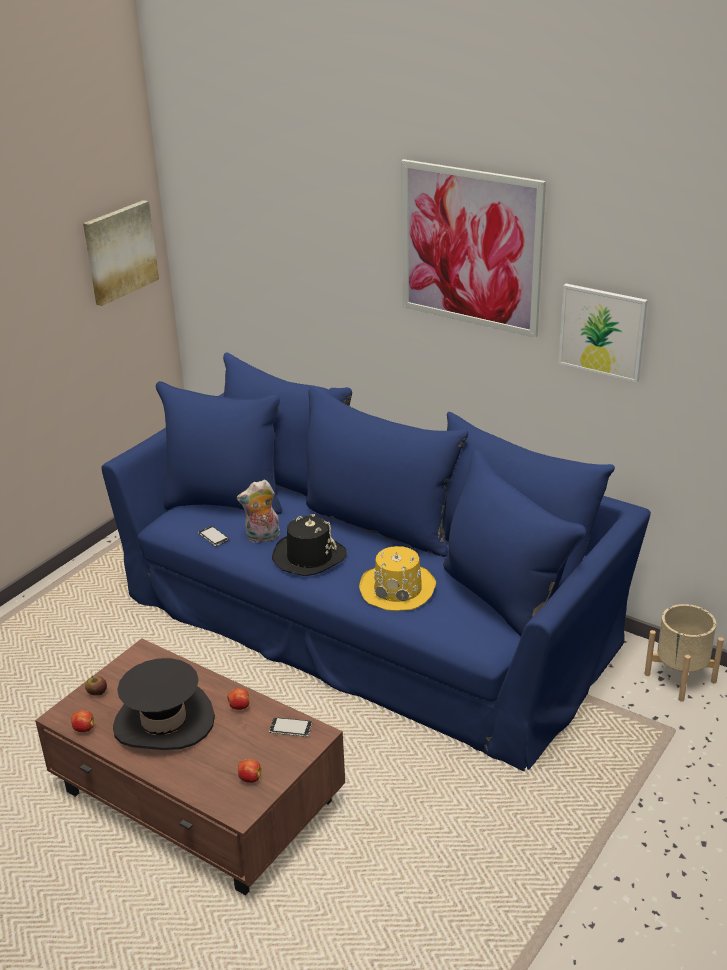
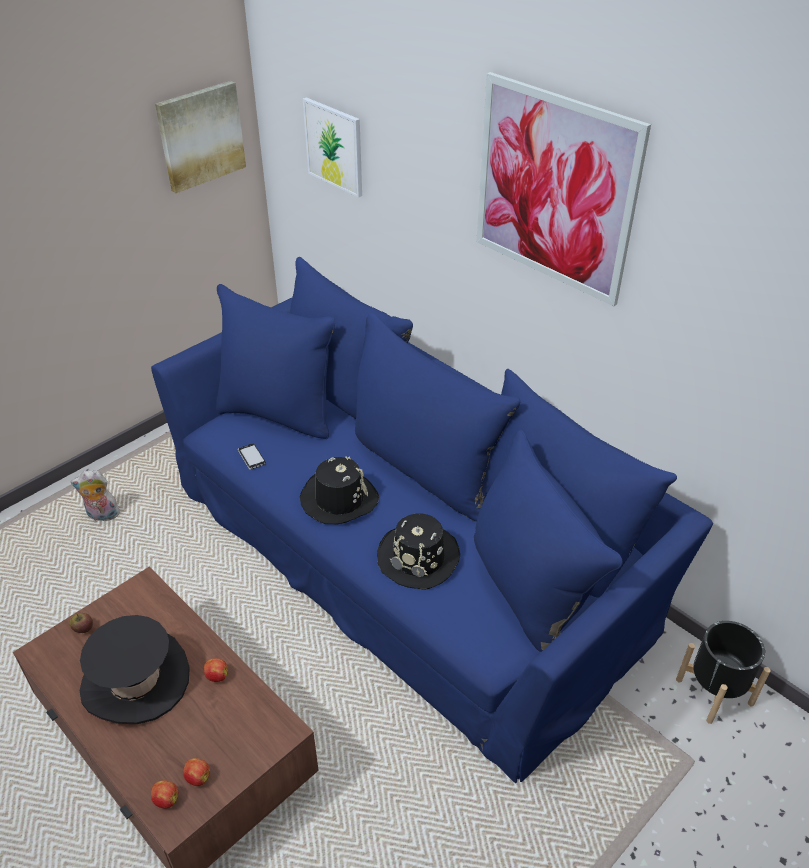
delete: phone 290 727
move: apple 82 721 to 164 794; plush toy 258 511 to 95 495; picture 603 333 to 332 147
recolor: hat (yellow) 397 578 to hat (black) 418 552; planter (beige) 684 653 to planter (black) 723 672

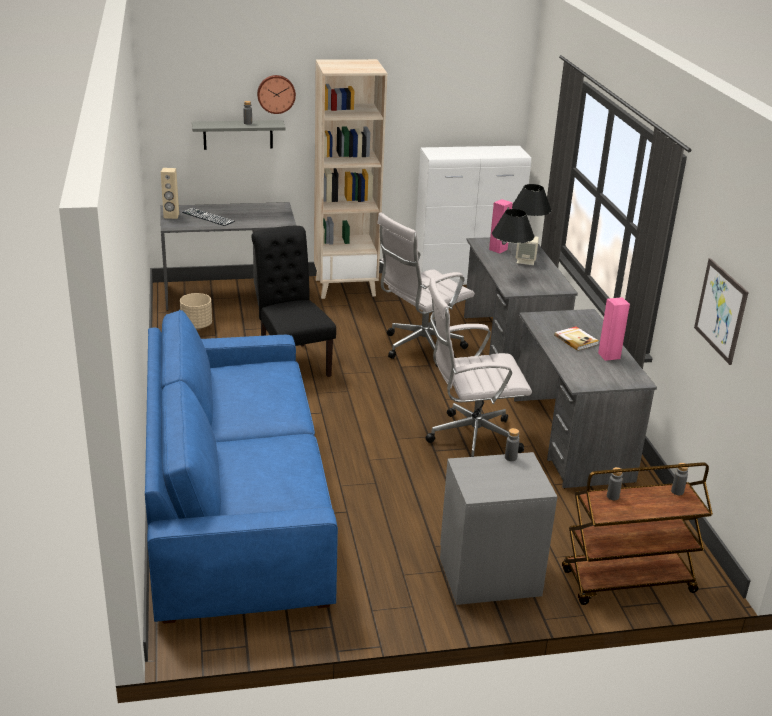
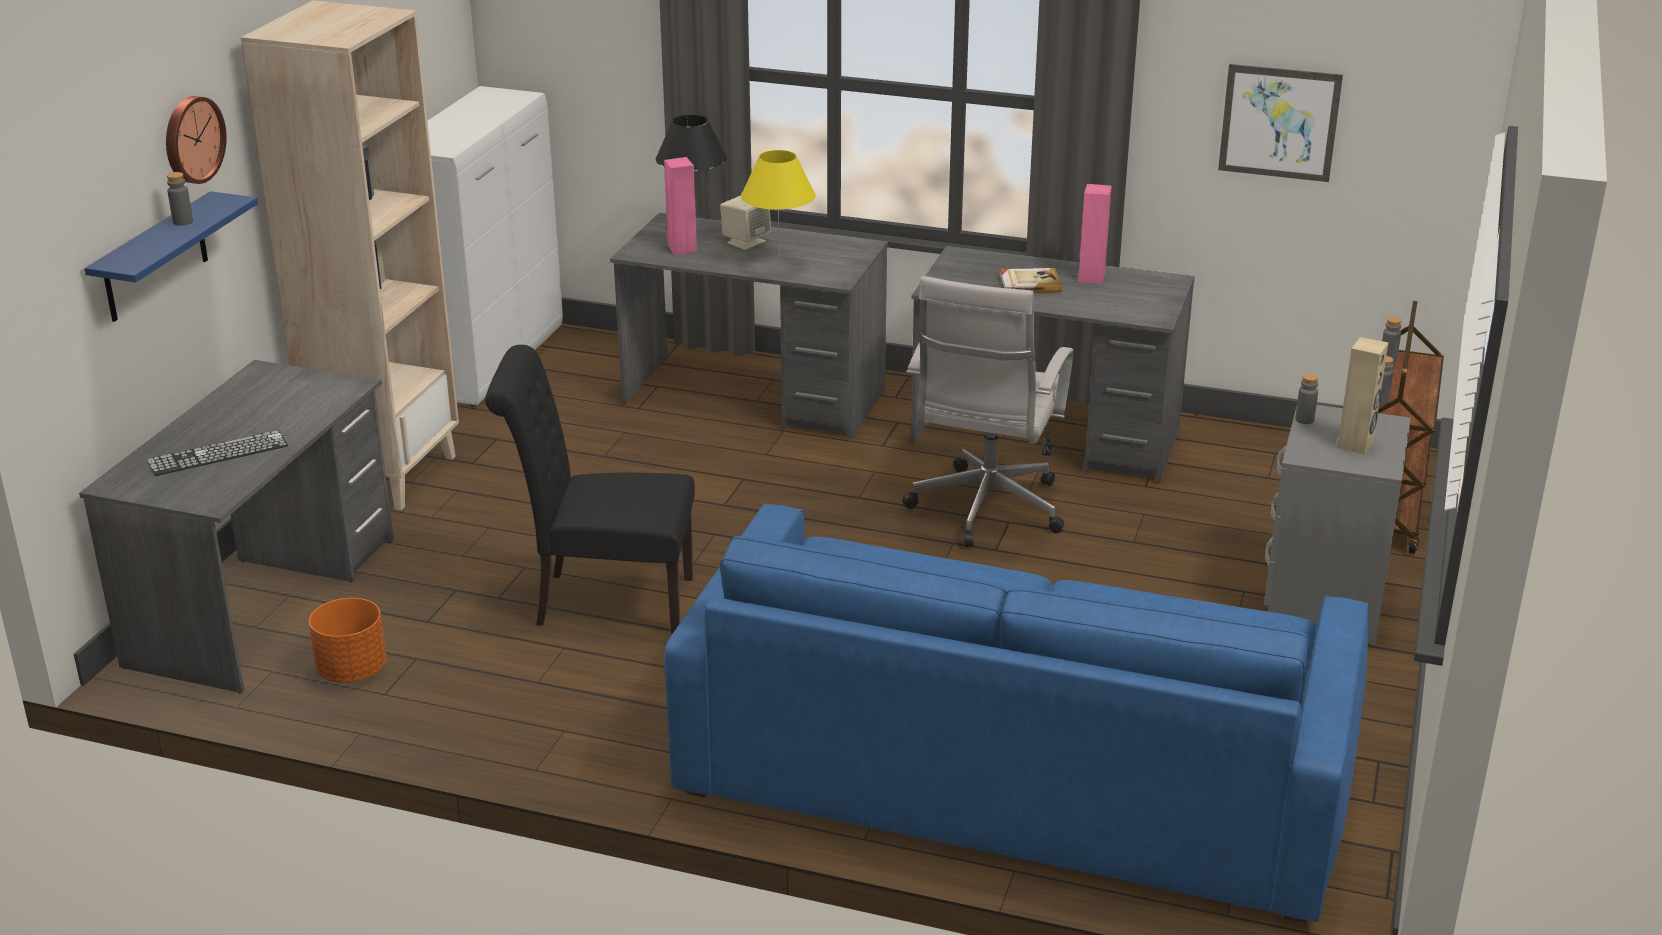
delete: office chair (white) 426 289
move: speaker (beige) 170 193 to 1362 395
recolor: planter (beige) 196 311 to planter (orange) 348 640; shelf (grey) 239 135 to shelf (blue) 171 256; table lamp (black) 513 240 to table lamp (yellow) 778 208

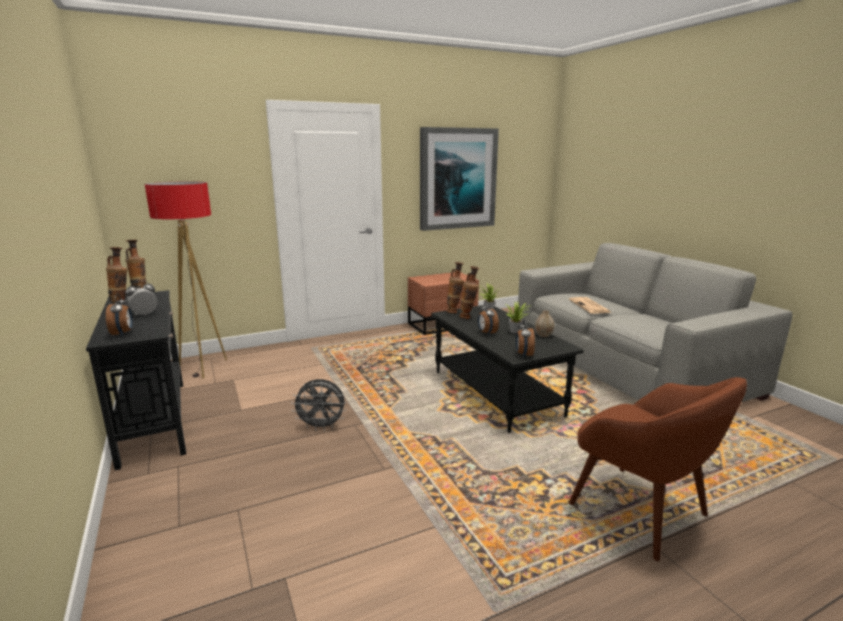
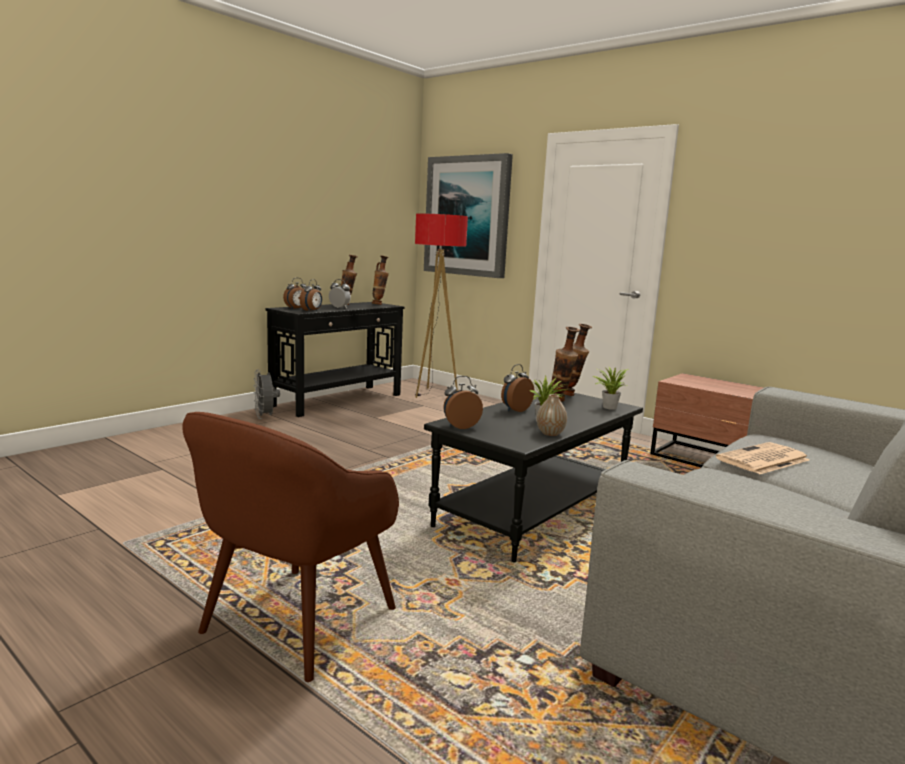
insert: alarm clock 311 295
move: fan (grey) 318 405 to 266 394; picture 459 179 to 468 215

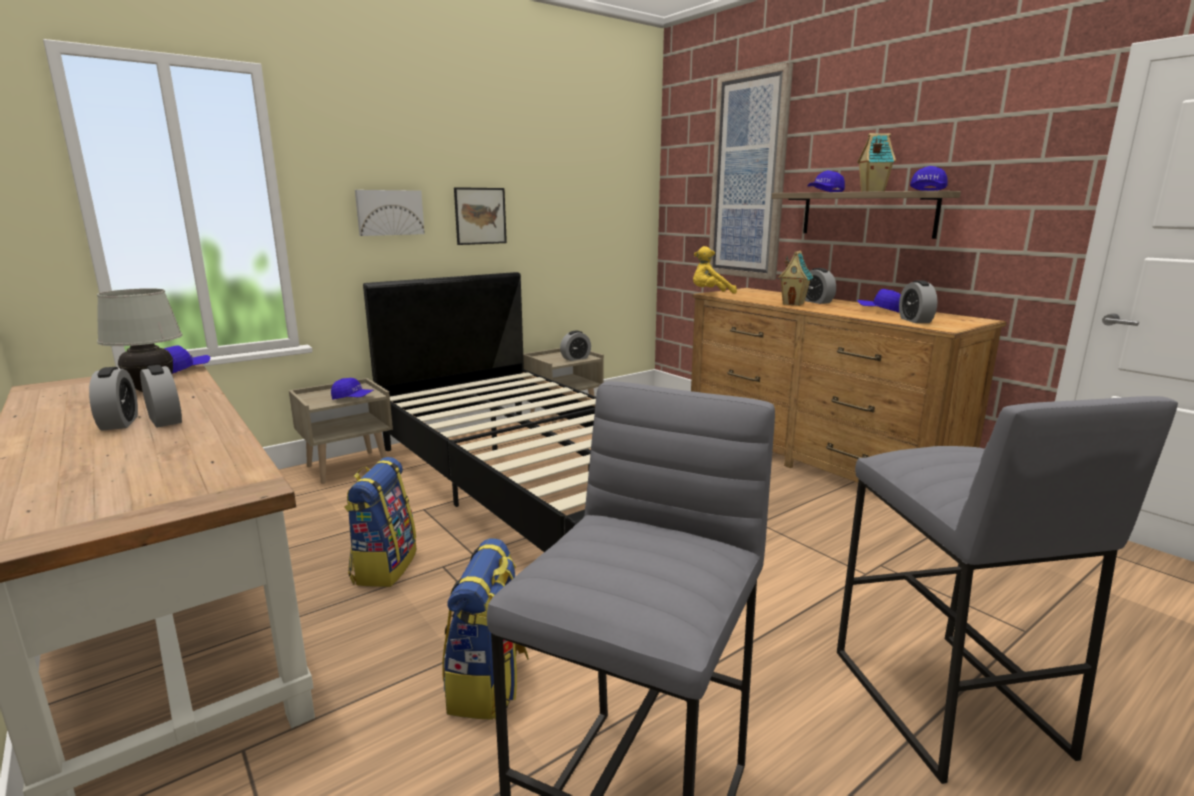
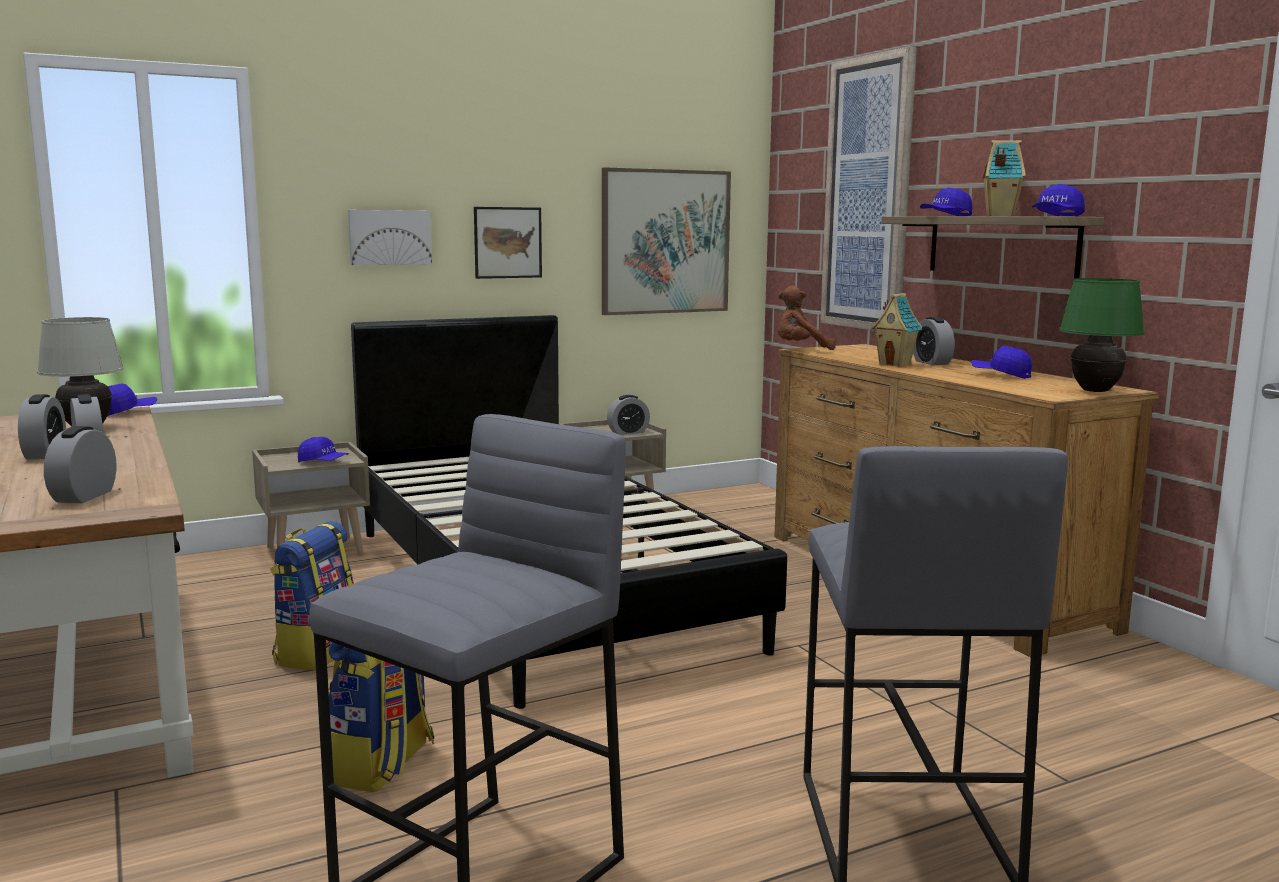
insert: picture 666 241; table lamp (green) 1101 335
move: alarm clock 918 301 to 80 464
recolor: plush toy (yellow) 715 270 to plush toy (brown) 806 318

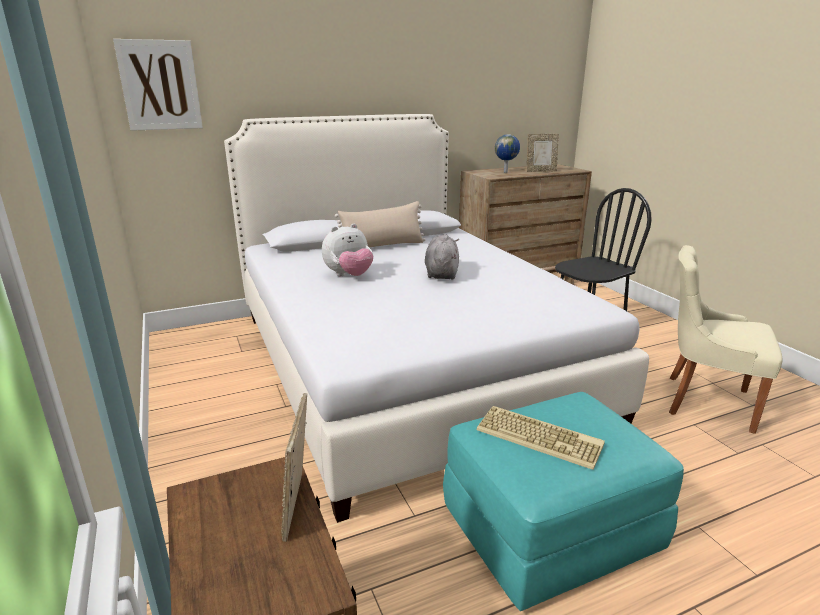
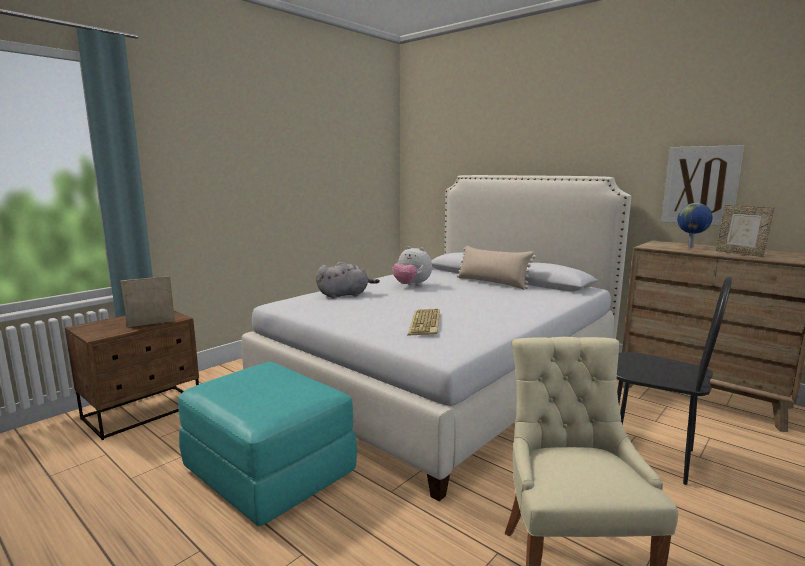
move: picture 158 85 to 702 185; plush toy (grey) 442 256 to 348 280; keyboard 541 438 to 423 322

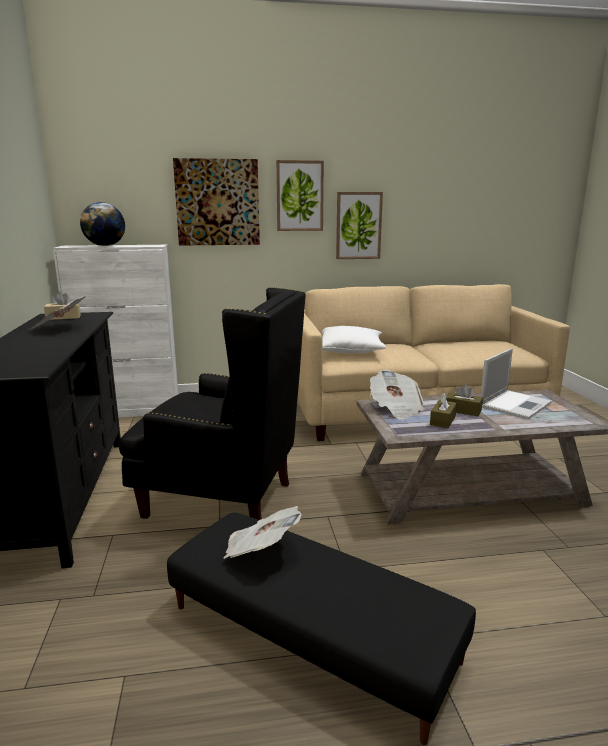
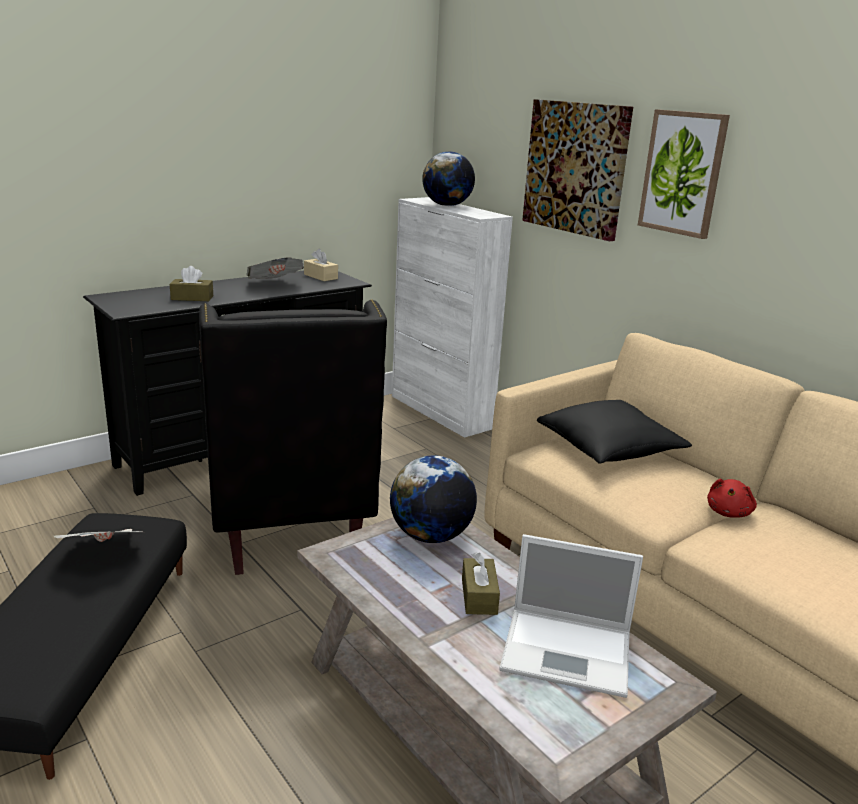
delete: picture 359 225
insert: plush toy (red) 732 498
move: tissue box (brown) 443 410 to 191 283
replace: newspaper 397 395 to globe 433 499
recolor: pillow (white) 354 339 to pillow (black) 614 431

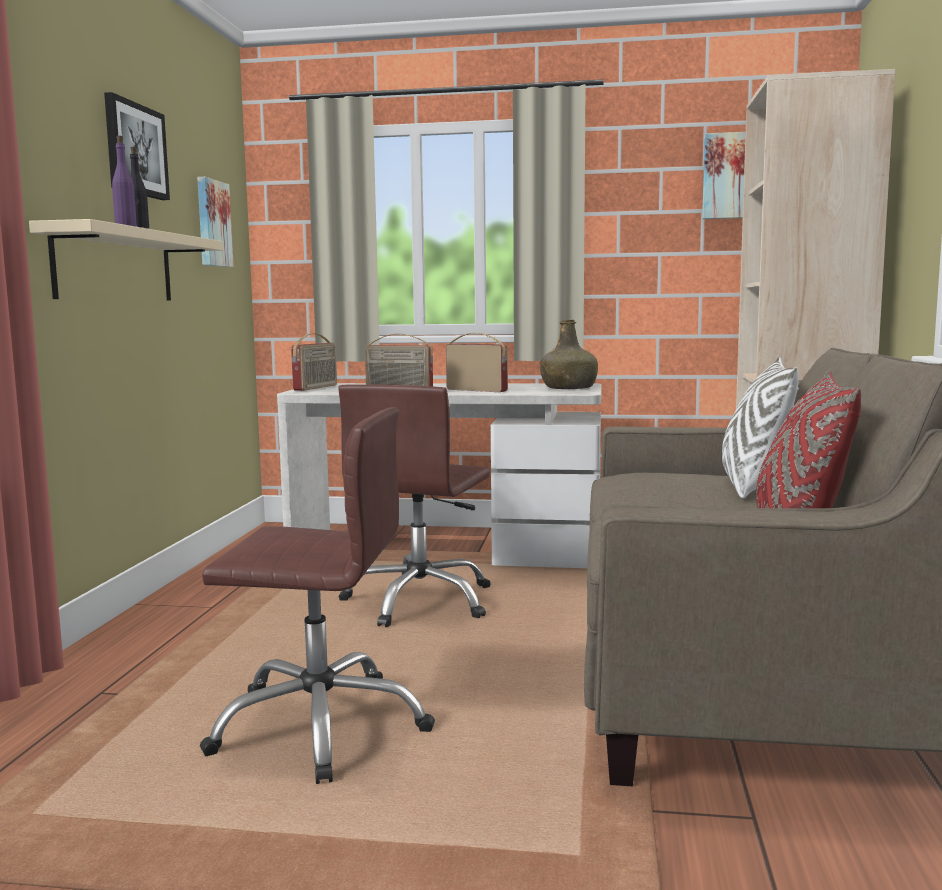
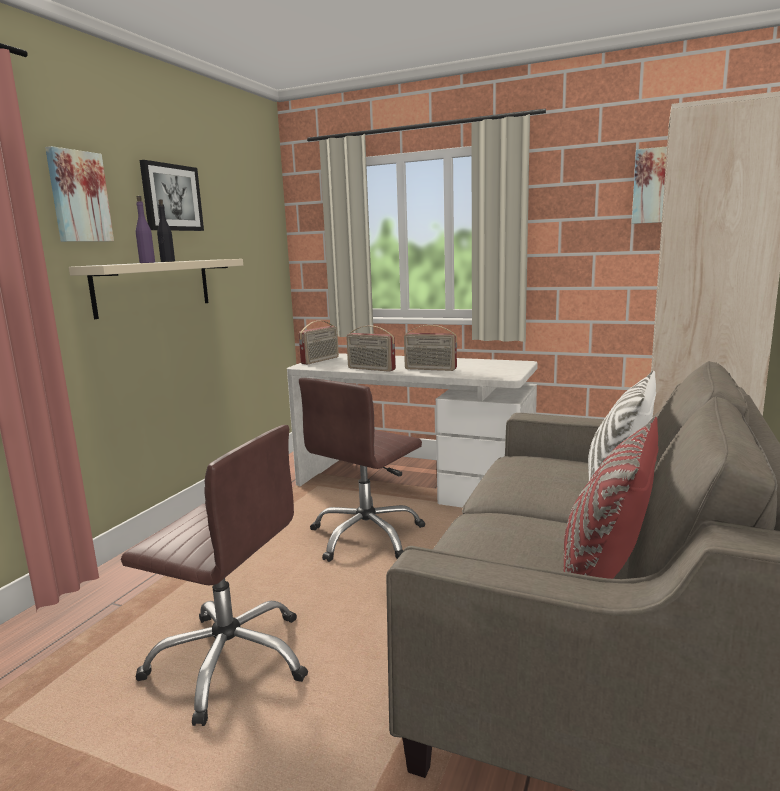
delete: bottle (green) 569 354
move: picture 215 222 to 79 194
rotate: radio 477 362 = 430 348 150 degrees clockwise

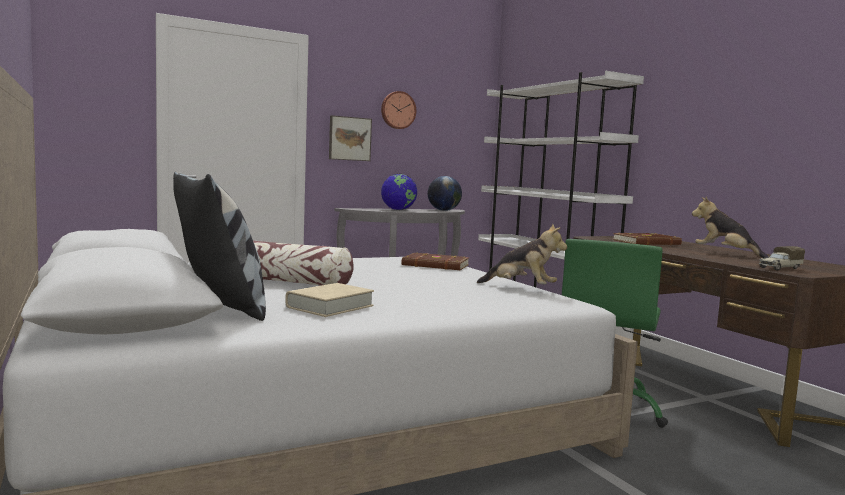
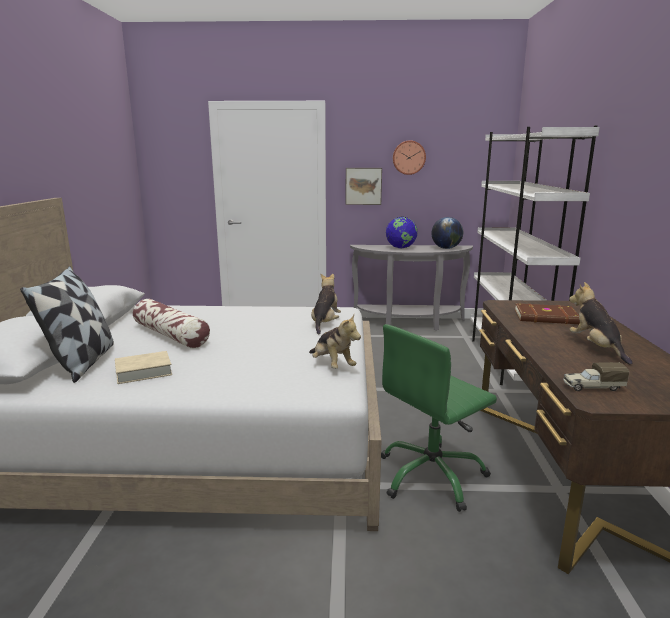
replace: book (brown) 435 261 to plush toy 326 304

